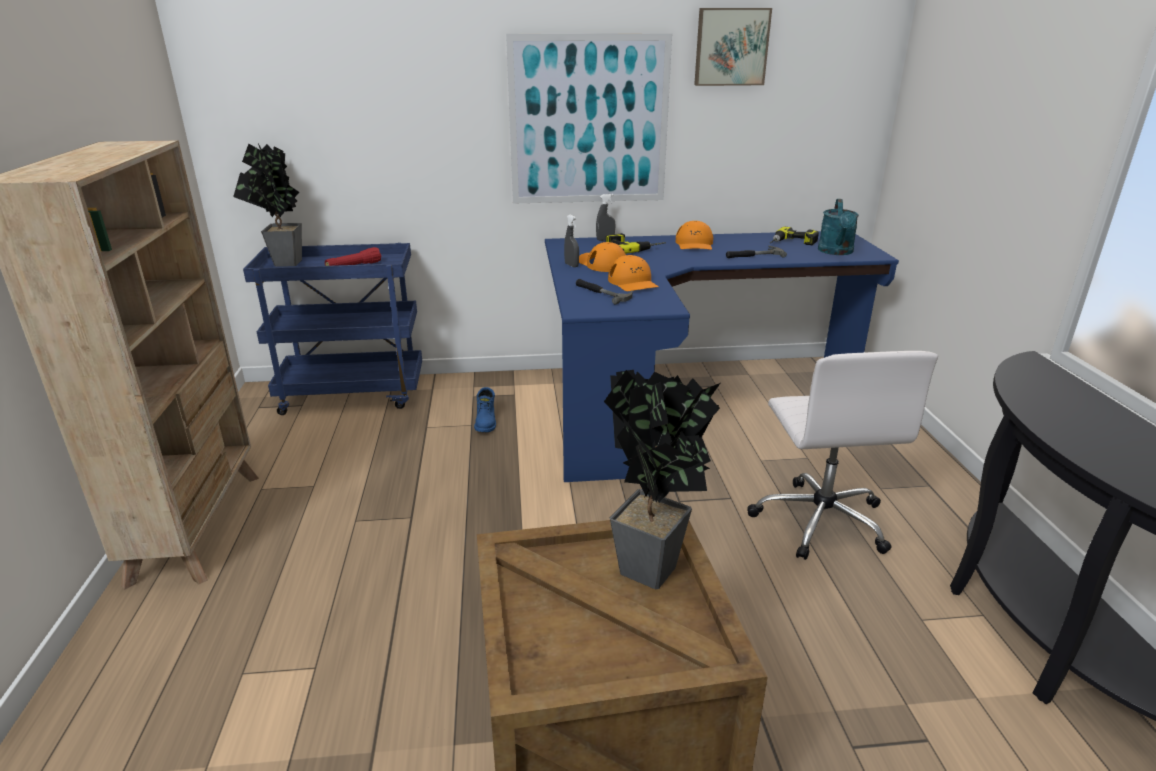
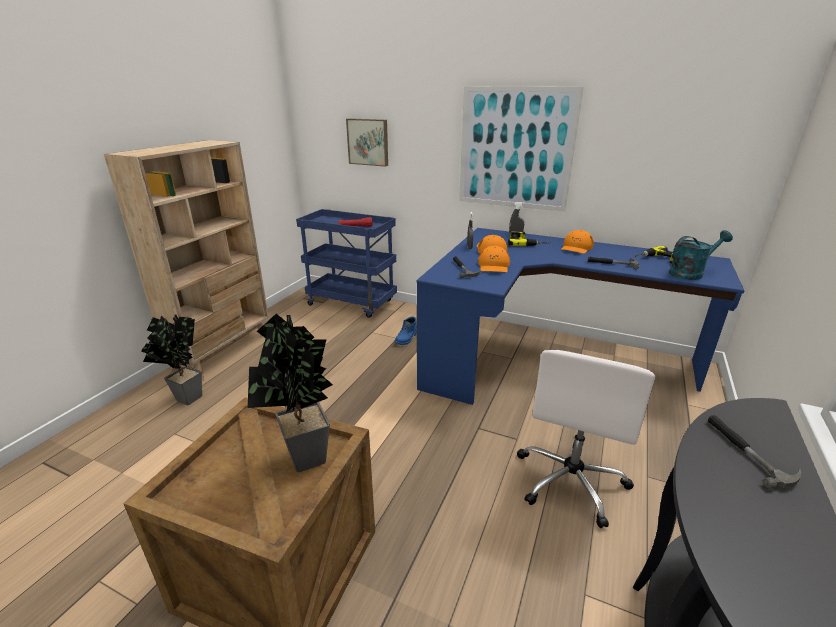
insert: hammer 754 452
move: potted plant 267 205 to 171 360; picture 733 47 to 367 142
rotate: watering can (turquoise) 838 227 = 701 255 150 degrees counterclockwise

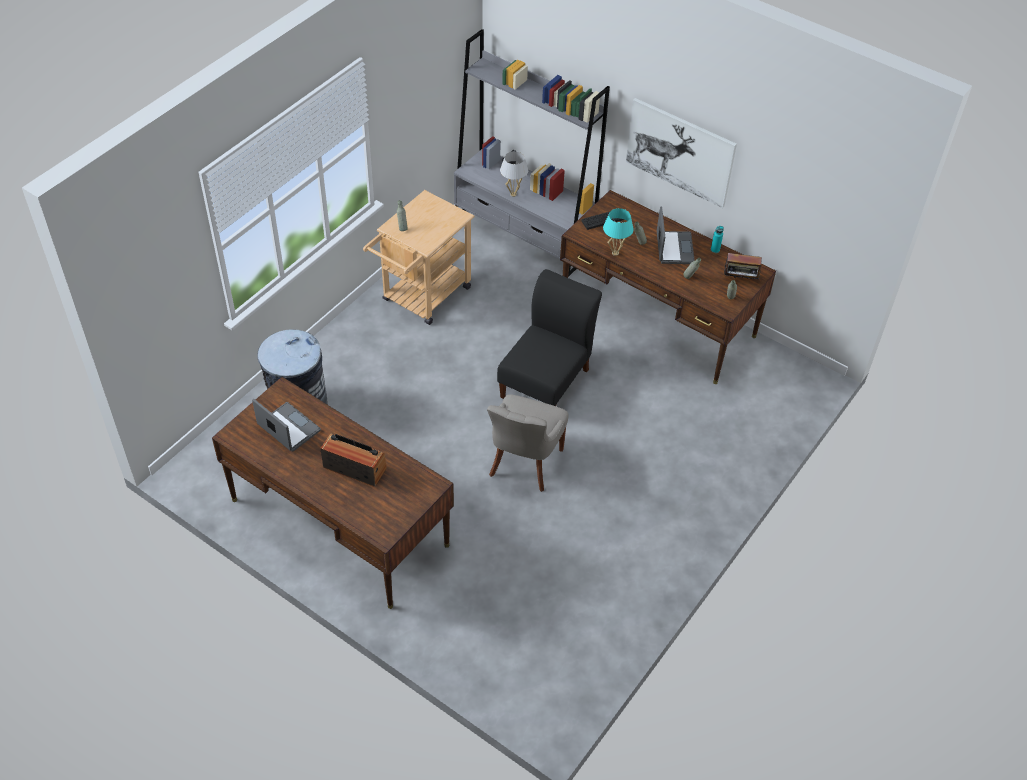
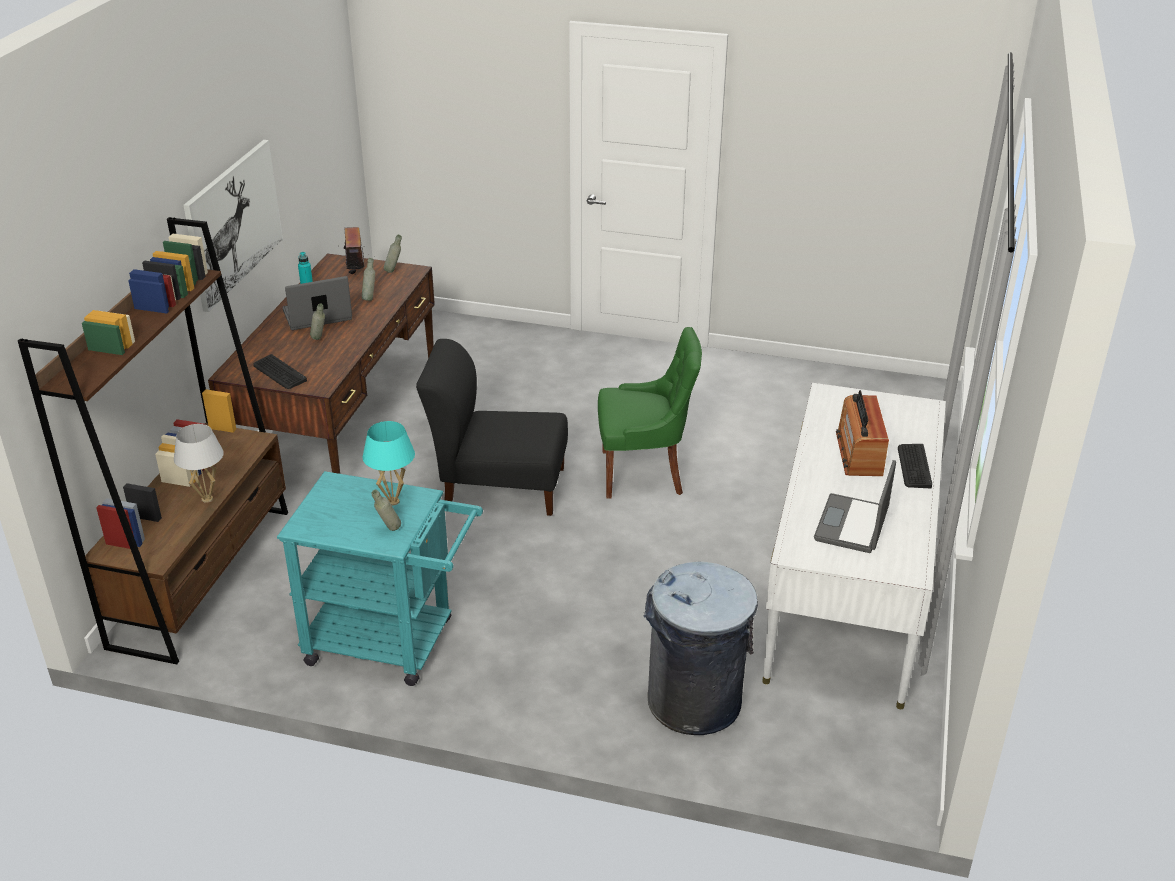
insert: keyboard 915 466
move: table lamp (turquoise) 618 232 to 389 463
recolor: desk (brown) 333 493 to desk (white) 854 546; cart (beige) 419 257 to cart (turquoise) 380 578; bookcase (grey) 532 153 to bookcase (brown) 153 440; chair (grey) 528 443 to chair (green) 650 413

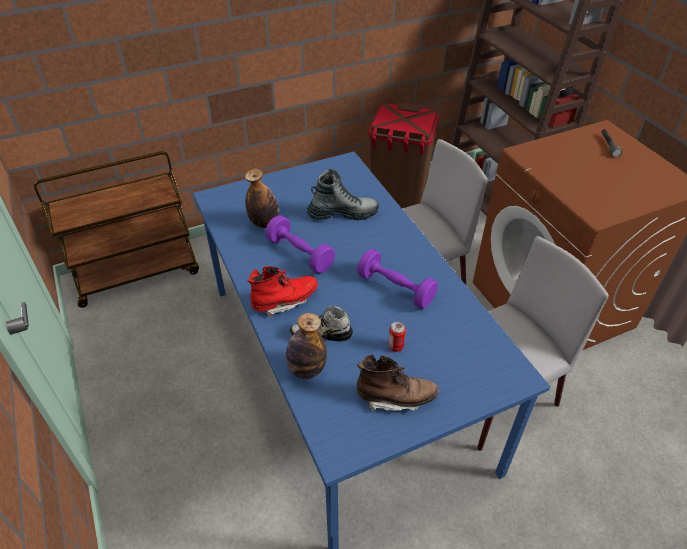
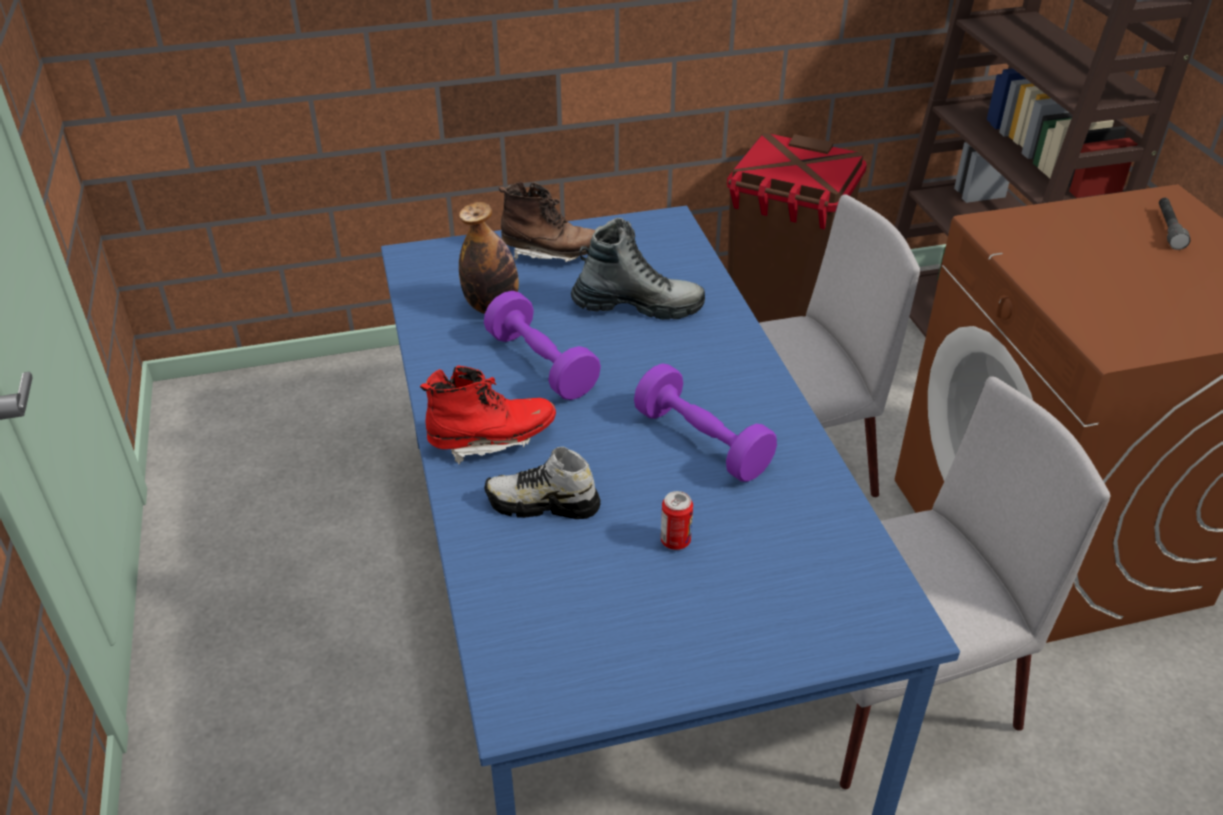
delete: cart (brown) 116 229; bottle 306 346
move: boot (brown) 397 383 to 546 222

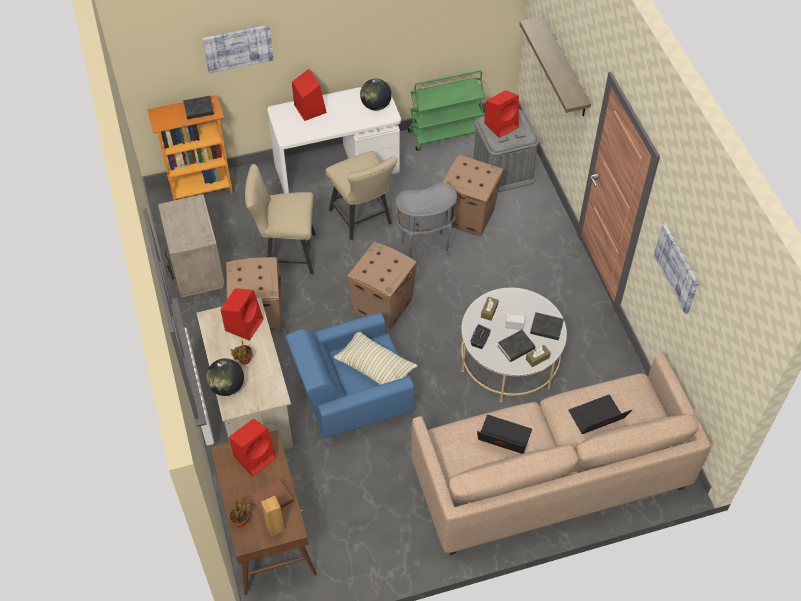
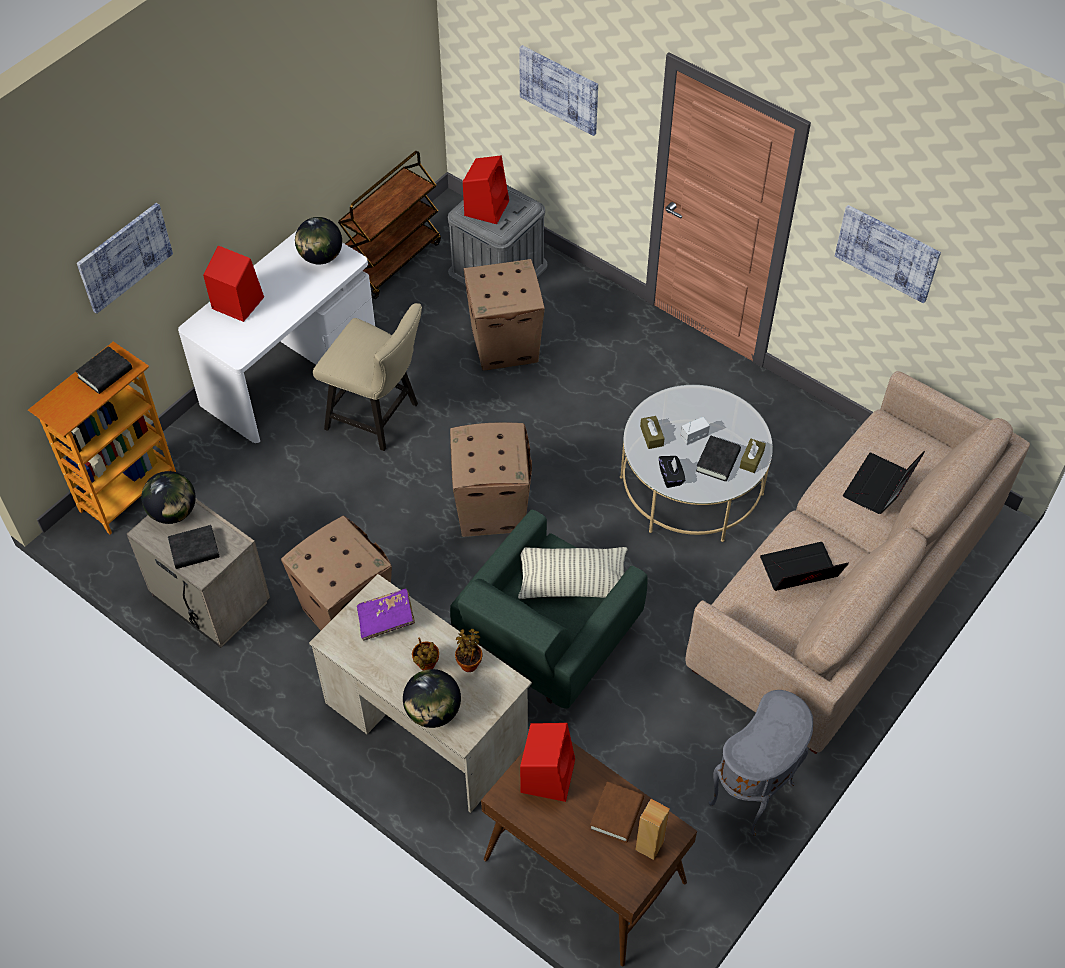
delete: chair (beige) 280 219
insert: globe 168 497
move: potted plant 240 513 to 469 650; side table (grey) 426 220 to 761 763; book (black) 547 326 to 194 547
replace: speaker (red) 242 314 to book (purple) 386 614; shelf 555 66 to picture 558 90
recolor: armchair (blue) 350 375 to armchair (green) 548 609; cart (green) 446 110 to cart (brown) 389 225

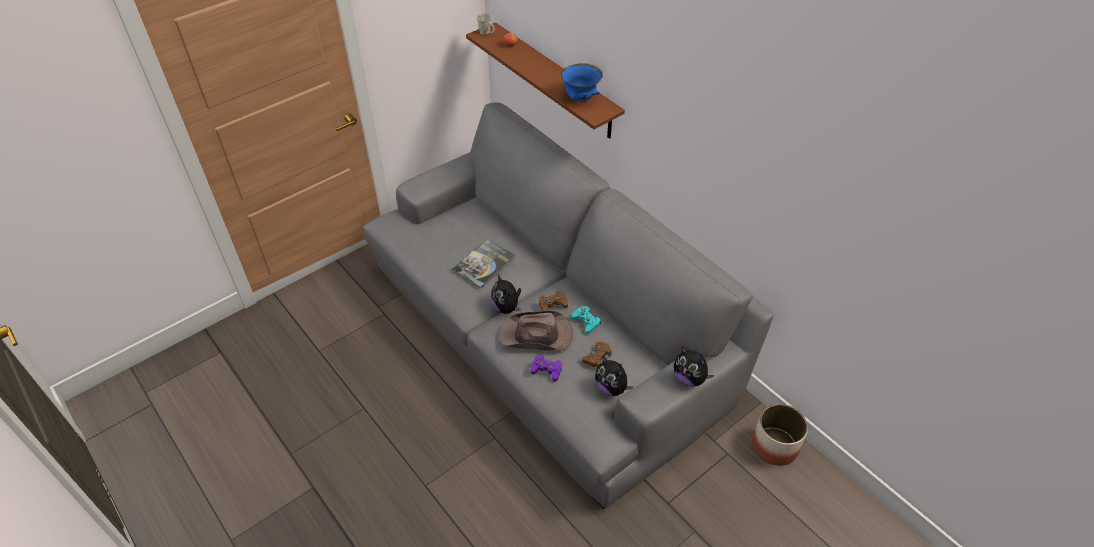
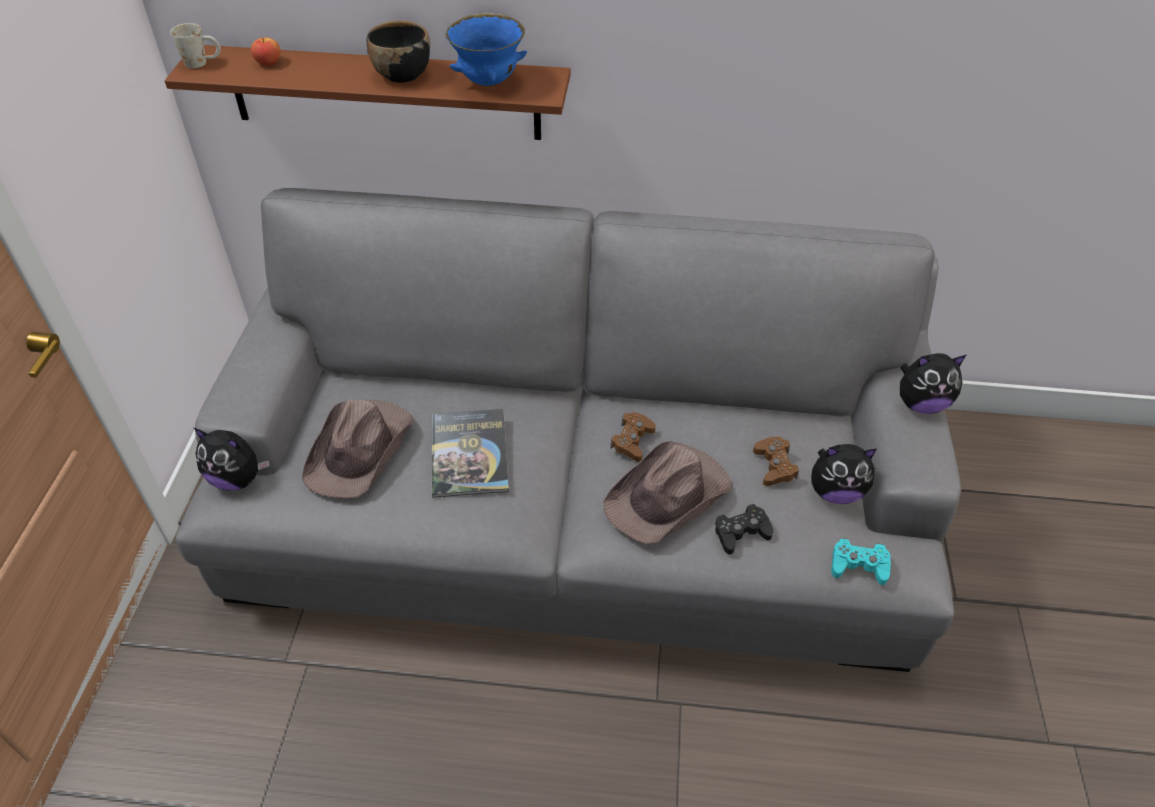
delete: planter 780 435
insert: hat (brown) 358 449; bowl (black) 398 51
move: plush toy 506 294 to 232 459; game controller (turquoise) 586 320 to 861 561
recolor: game controller (purple) 546 368 to game controller (black) 744 529

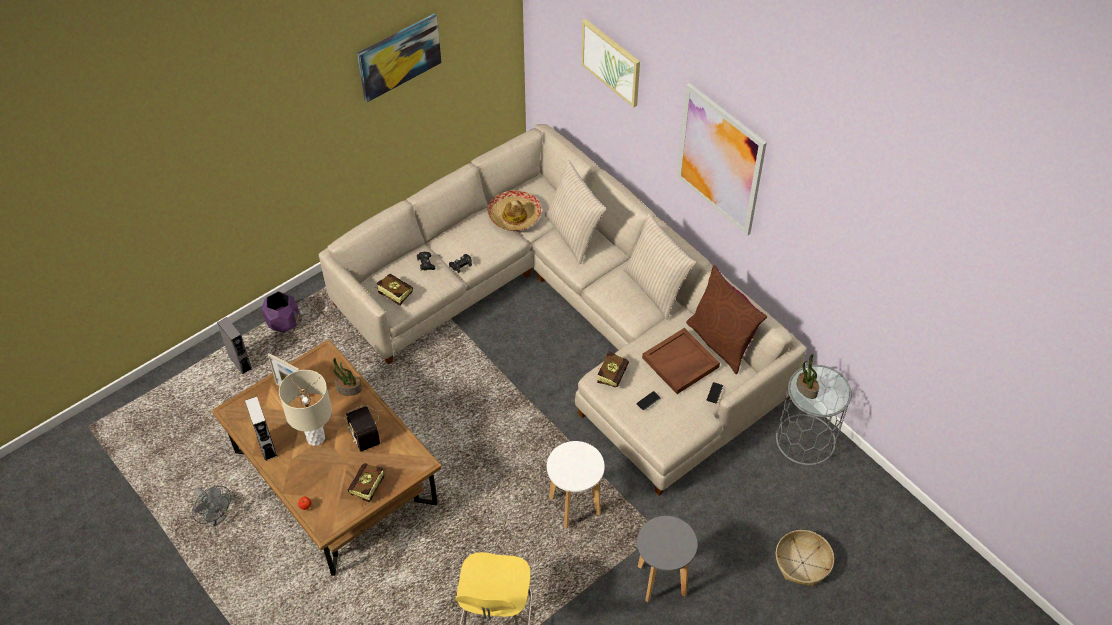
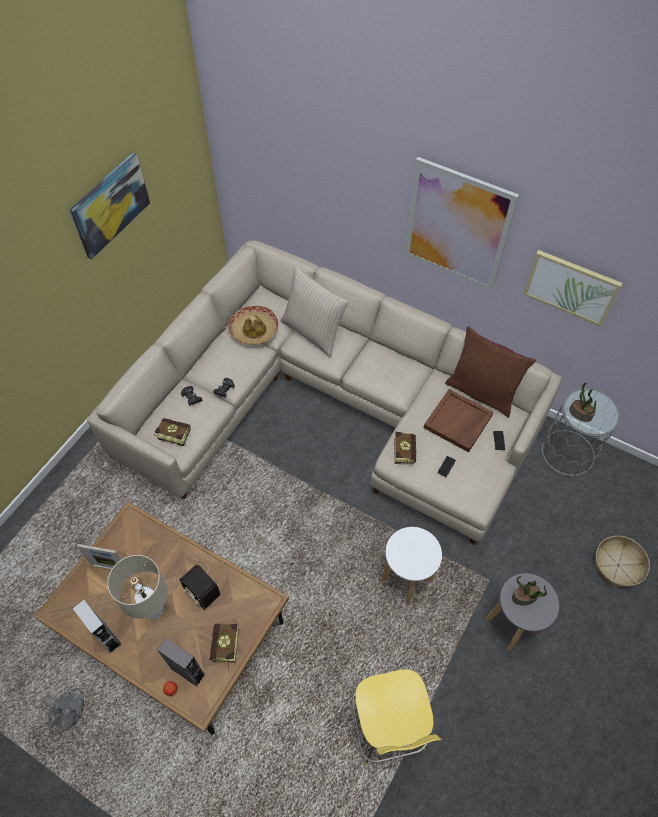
delete: planter (purple) 280 312; pillow (beige) 659 266
move: speaker (grey) 234 345 to 181 662; potted plant 347 377 to 529 590; picture 610 63 to 573 288

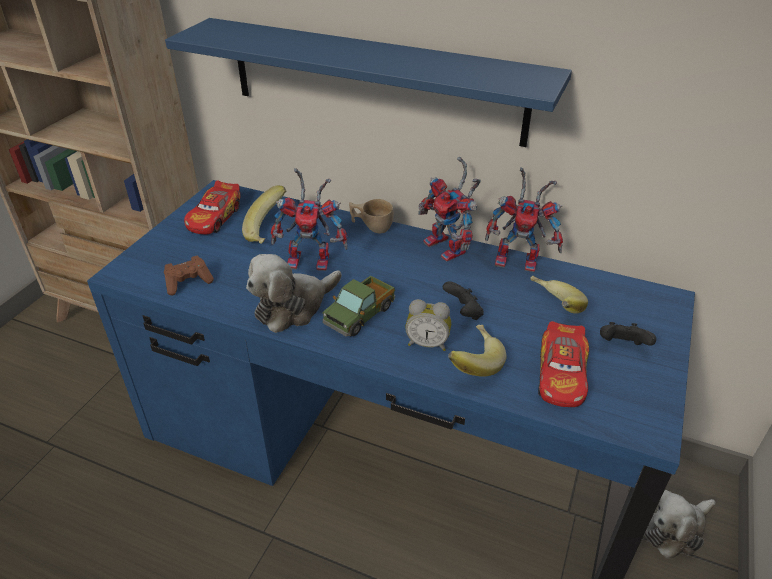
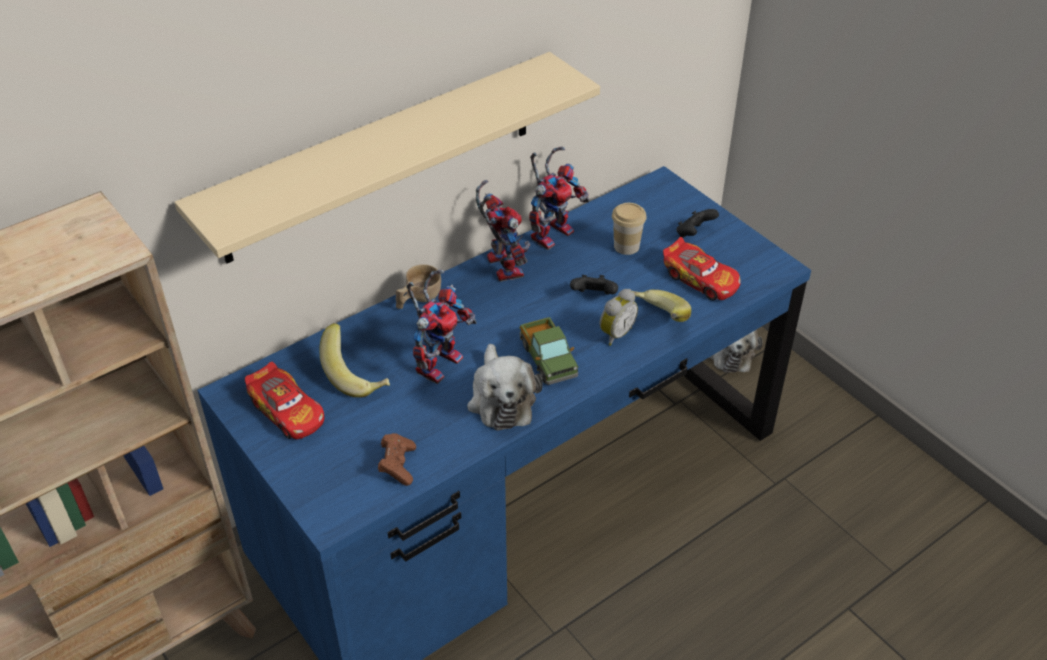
replace: banana 559 295 to cup 629 229
recolor: shelf (blue) 368 82 to shelf (beige) 387 158
rotate: toy robot 449 209 = 503 230 105 degrees counterclockwise

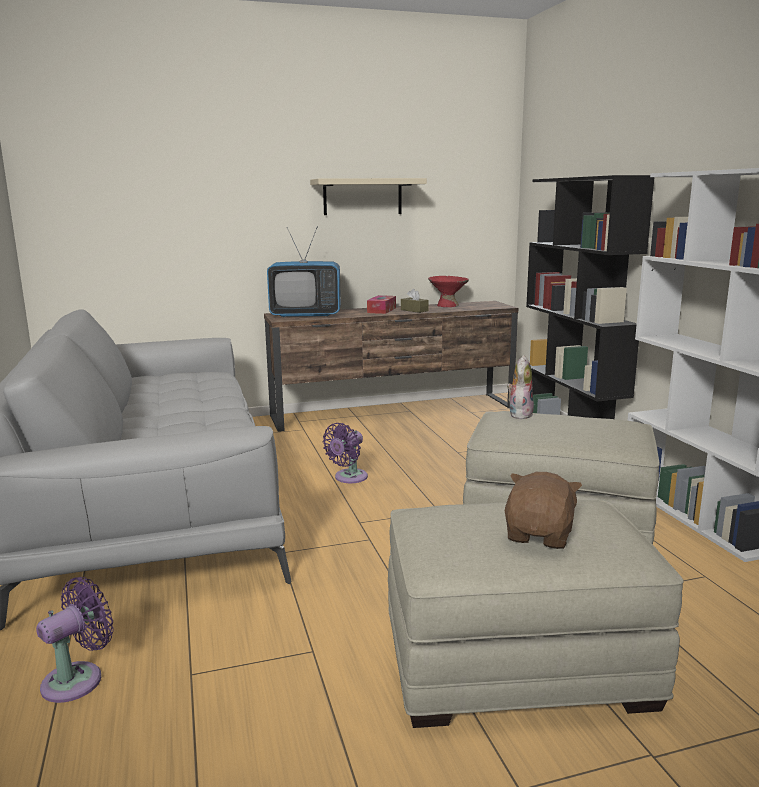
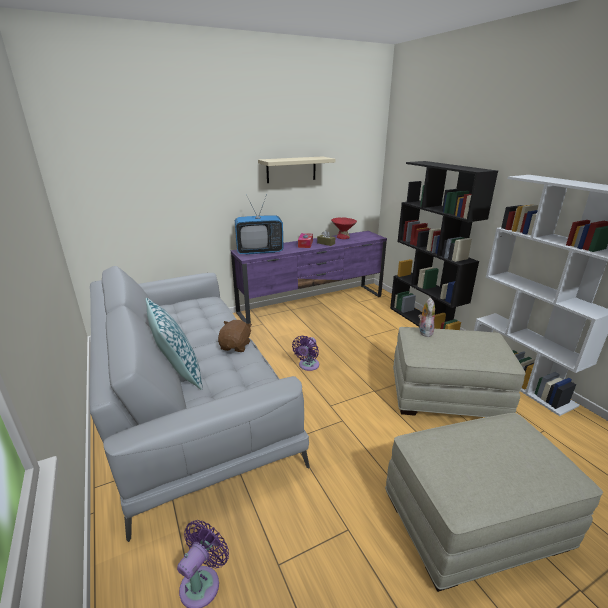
insert: pillow 174 344
move: plush toy (brown) 543 510 to 235 336
recolor: tv stand (brown) 391 366 to tv stand (purple) 309 277

